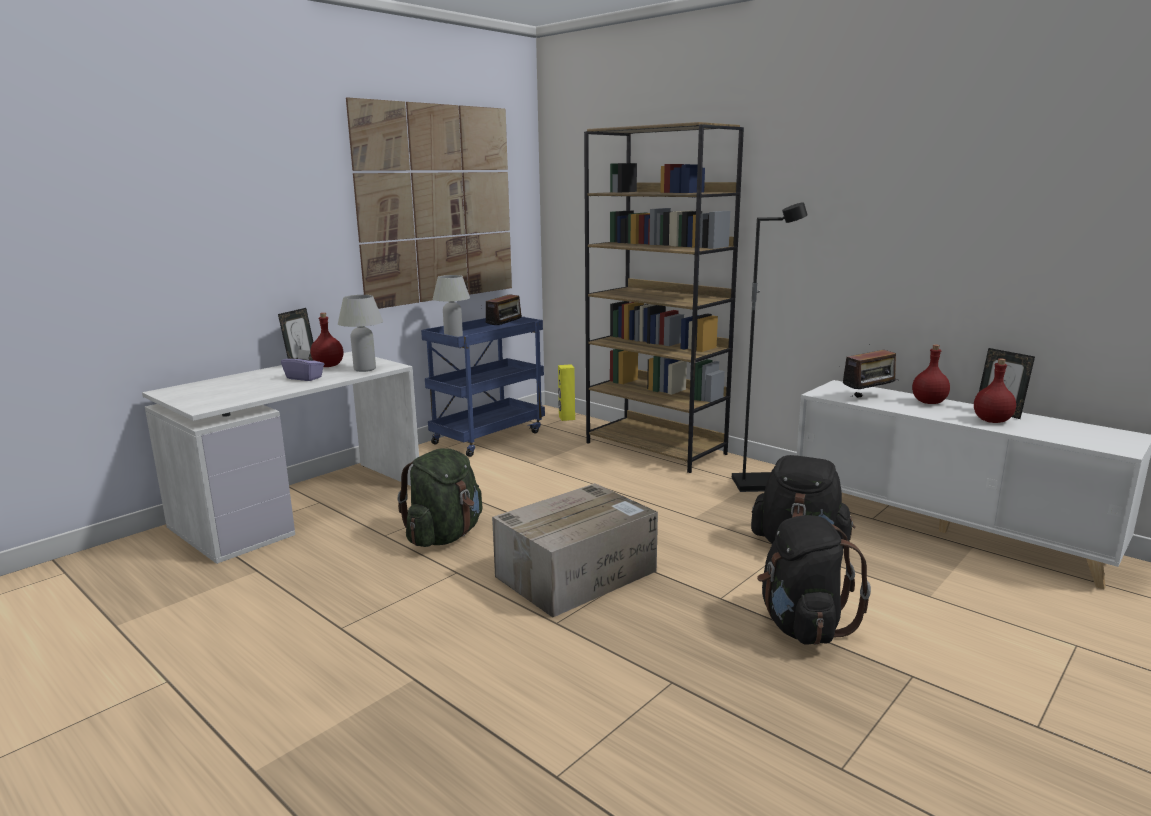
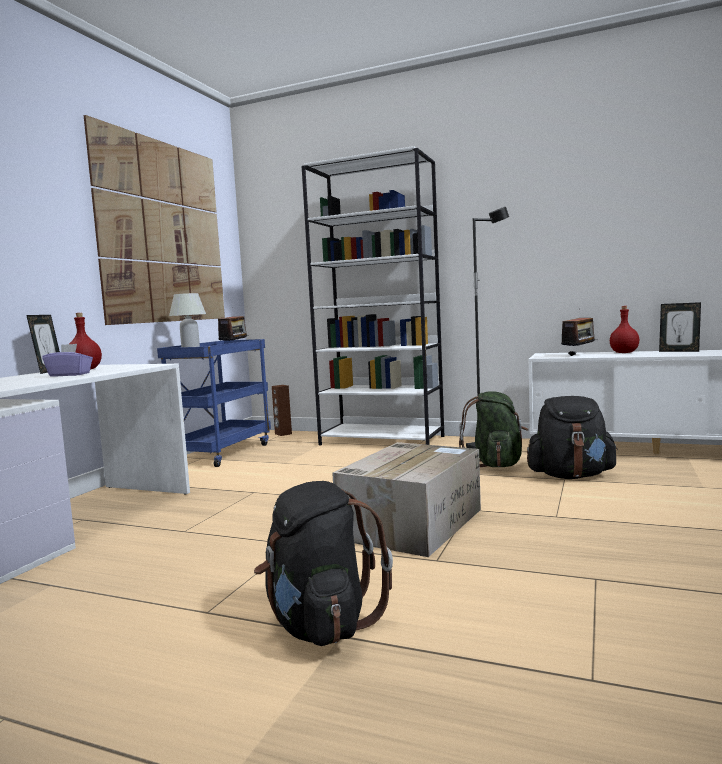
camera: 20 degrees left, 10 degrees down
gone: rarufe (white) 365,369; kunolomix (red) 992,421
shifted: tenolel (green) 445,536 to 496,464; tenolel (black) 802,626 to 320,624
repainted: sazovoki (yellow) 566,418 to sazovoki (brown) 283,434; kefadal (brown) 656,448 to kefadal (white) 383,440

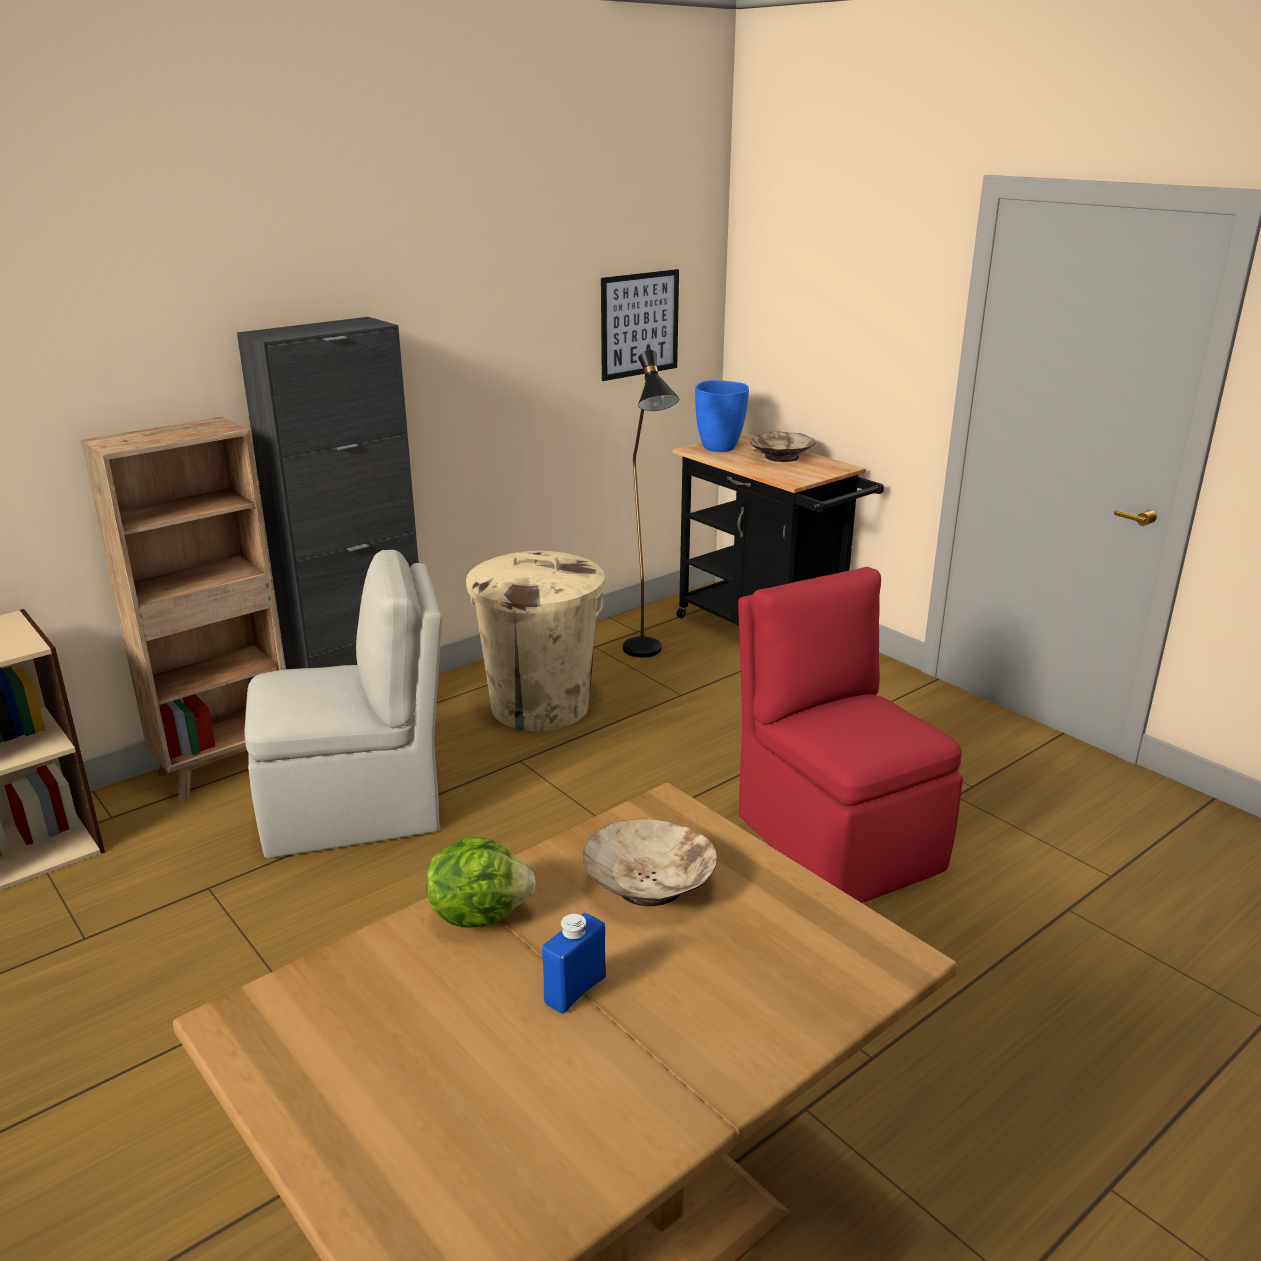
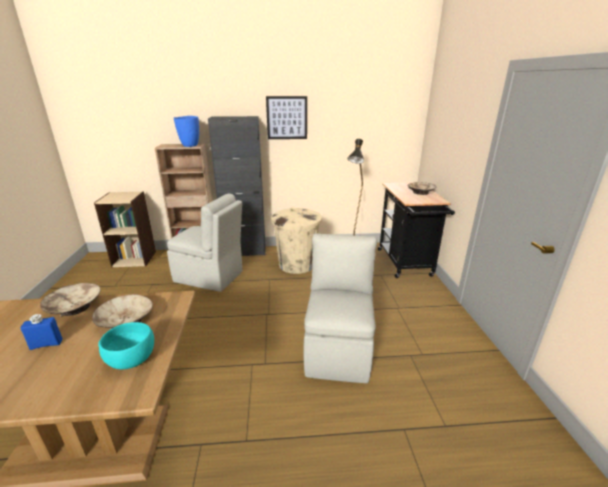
camera: 35 degrees right, 0 degrees up
new: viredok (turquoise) 131,360
shifted: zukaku 639,324 to 287,118; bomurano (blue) 720,448 to 190,145
swapped: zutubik 479,913 to viredok (beige) 74,307
repainted: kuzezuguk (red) 836,839 to kuzezuguk (beige) 338,350

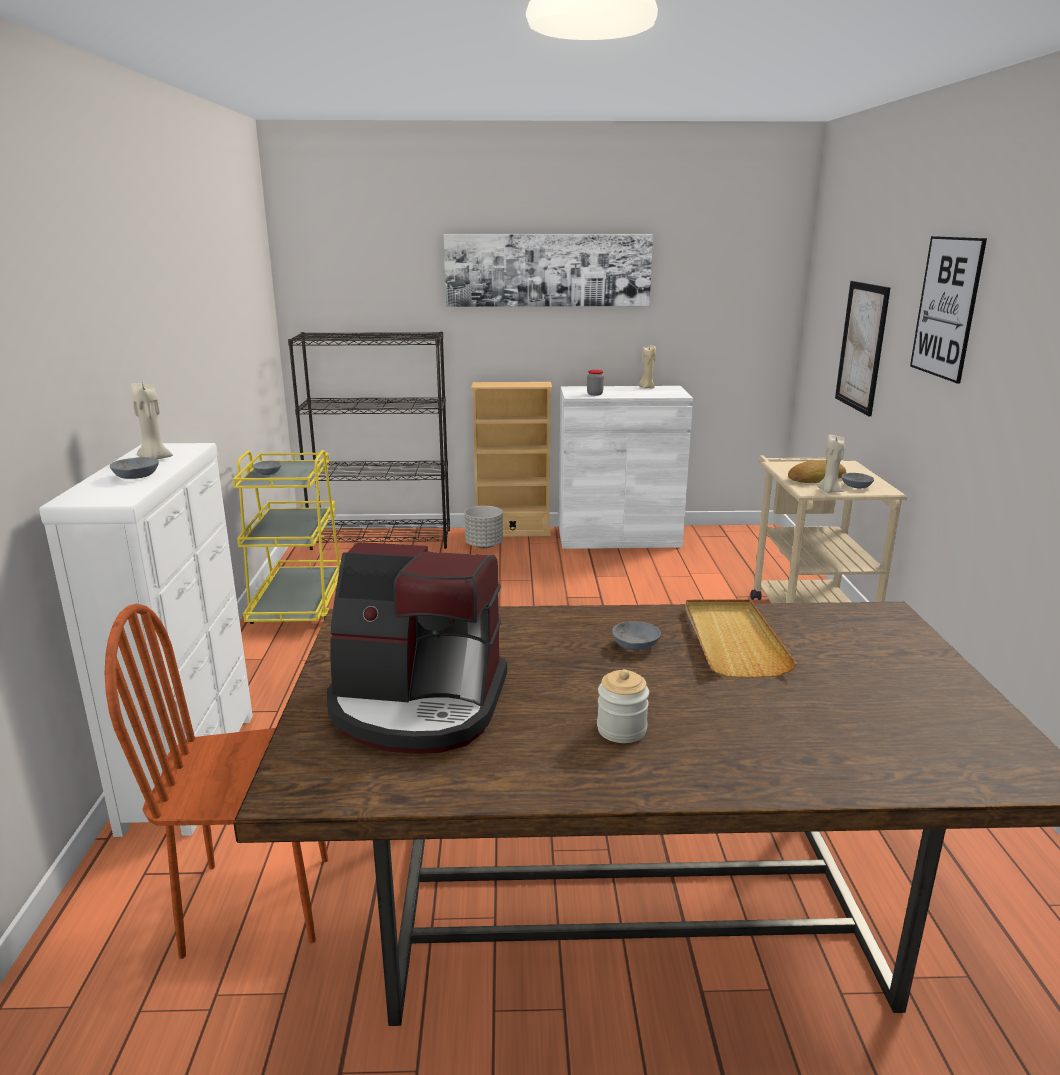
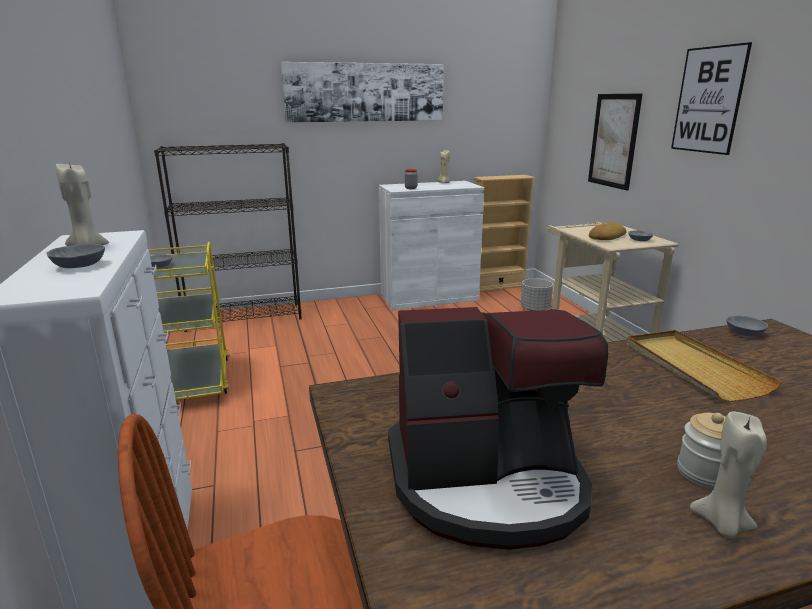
camera: 15 degrees left, 0 degrees up
shifted: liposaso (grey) 484,545 to 535,309; kefadal (beige) 512,532 to 497,286; viredok (grey) 635,646 to 745,333; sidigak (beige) 829,491 to 722,524

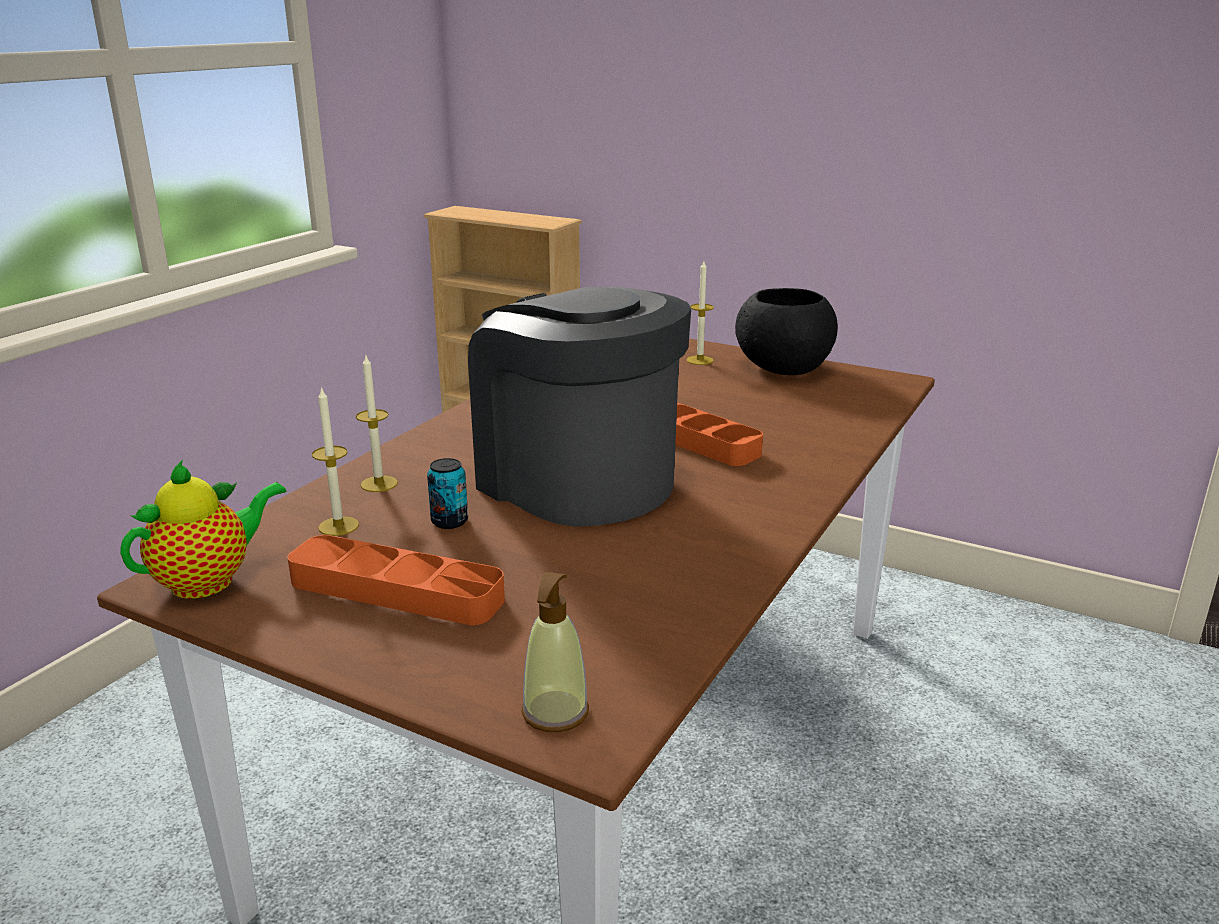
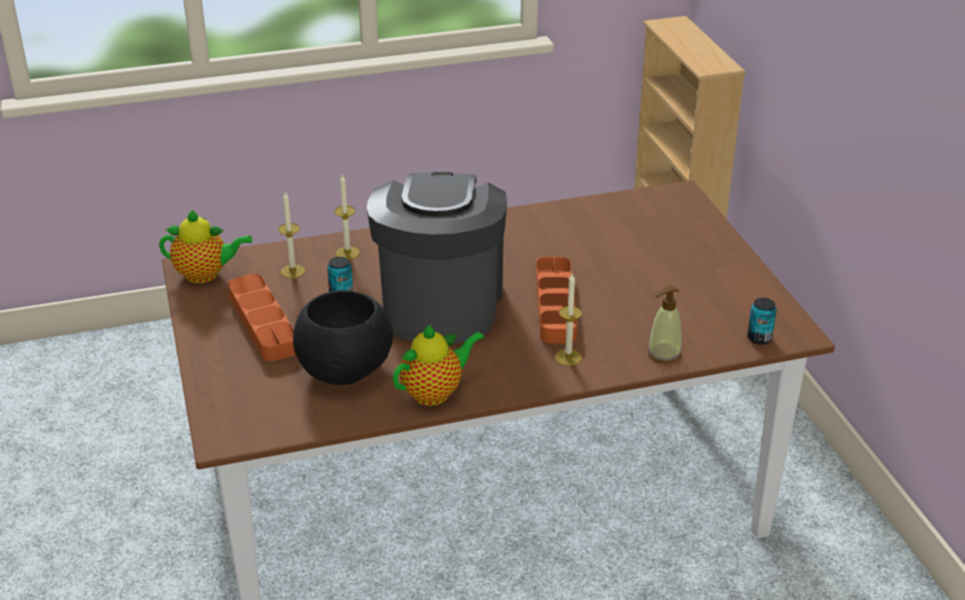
camera: 45 degrees right, 10 degrees up
new: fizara 435,392; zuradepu 759,338
shifted: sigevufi 555,712 to 664,353; sidigak 699,360 to 568,357; viredok (black) 782,367 to 346,367

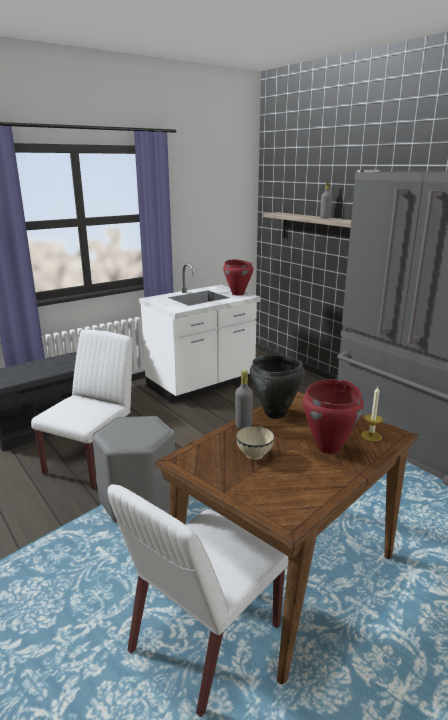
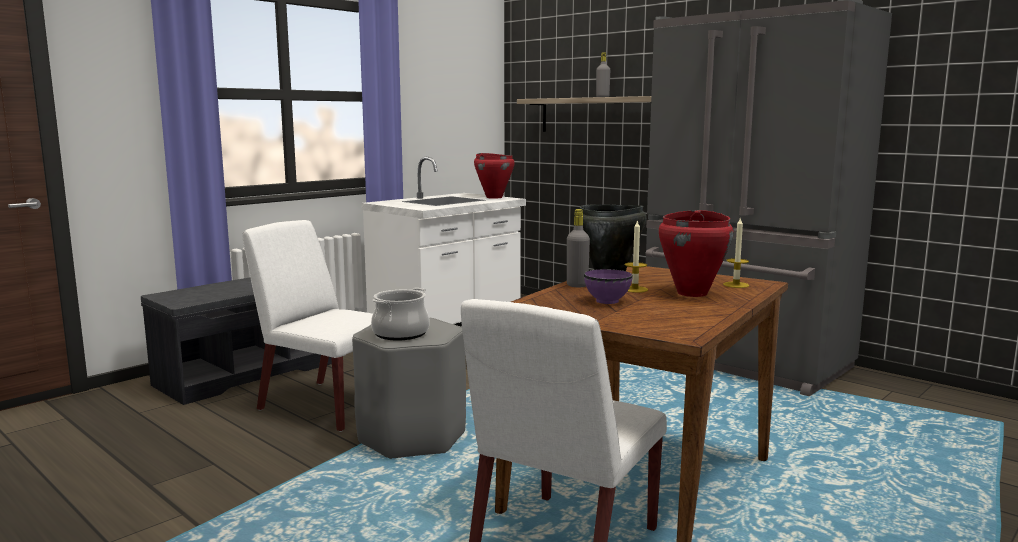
camera: 10 degrees left, 10 degrees down
new: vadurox 400,333; sidigak 634,289
repainted: viredok (beige) 255,454 to viredok (purple) 607,301
rotated: kuzezuguk (white) 94,461 = 328,405 75 degrees counterclockwise

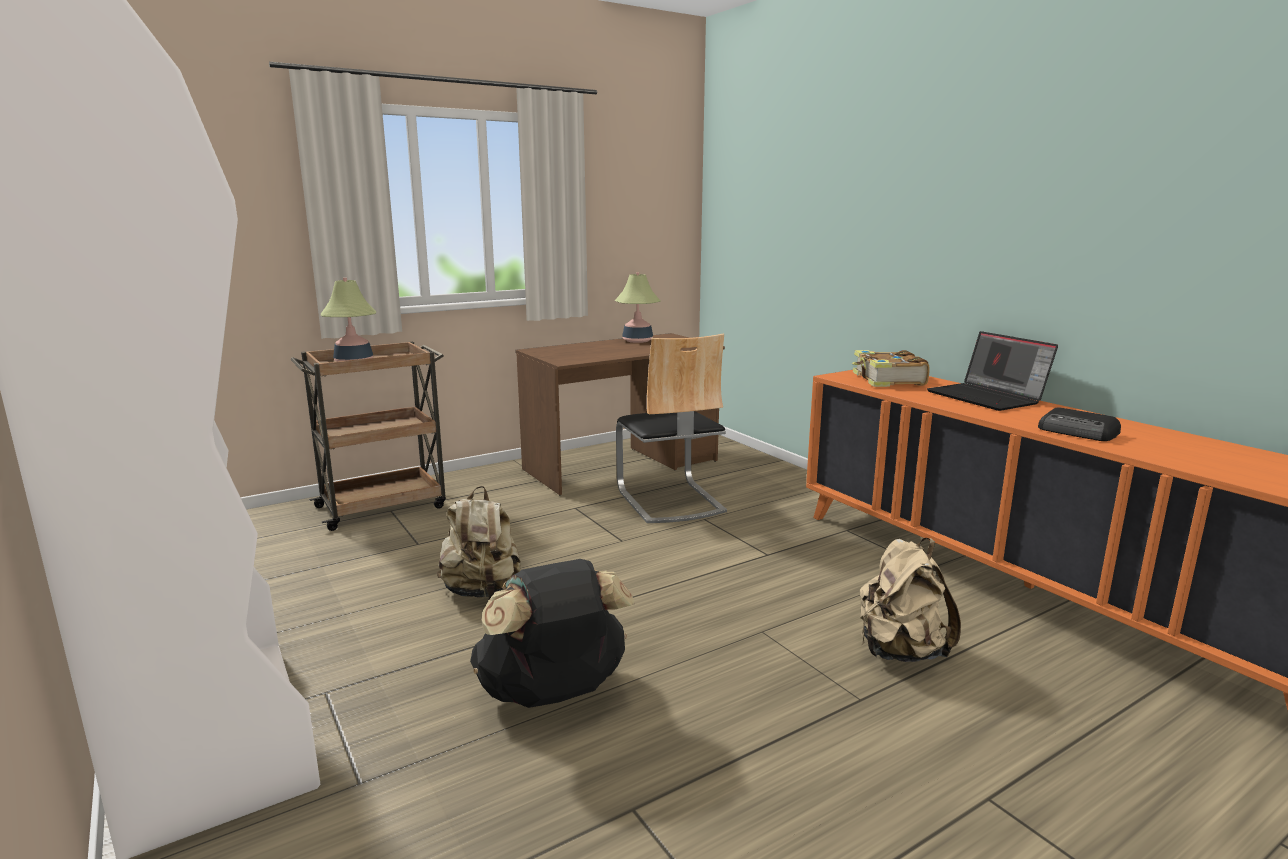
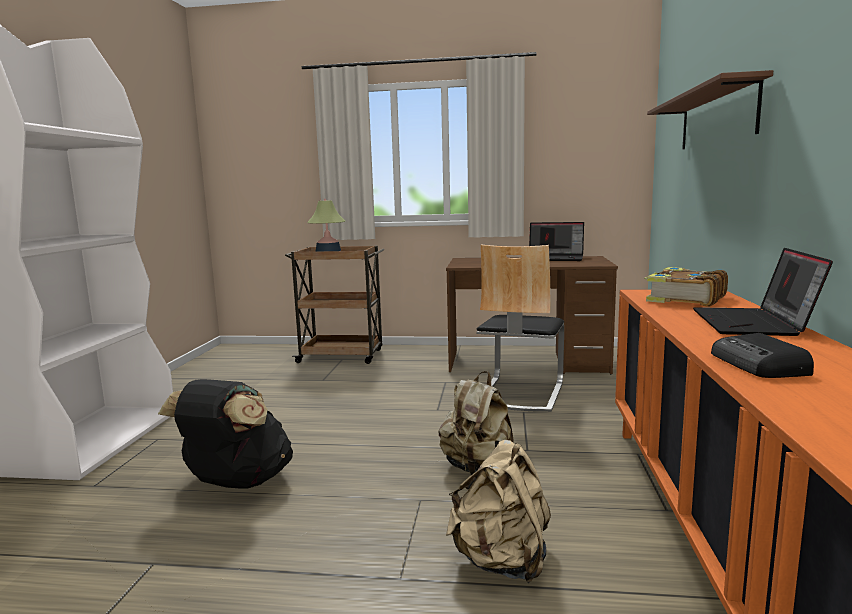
camera: 40 degrees right, 5 degrees down
new: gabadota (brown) 716,118
shifted: tenolel (beige) 482,591 to 477,468
swapped: rarufe 637,341 to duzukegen 555,258

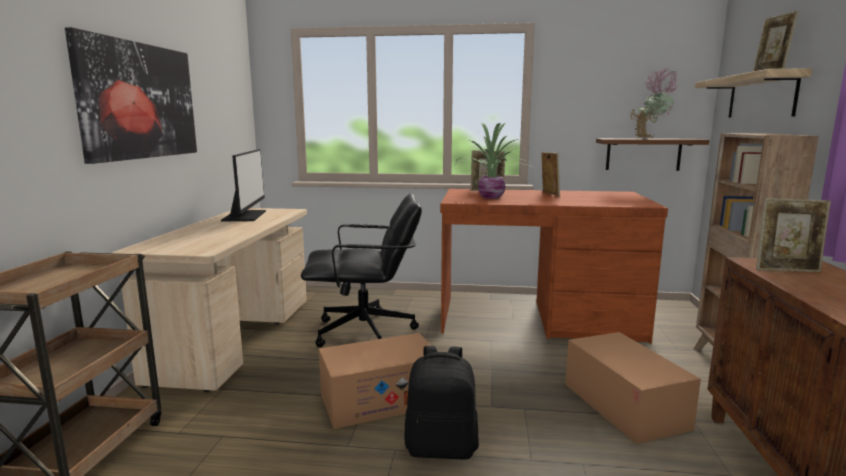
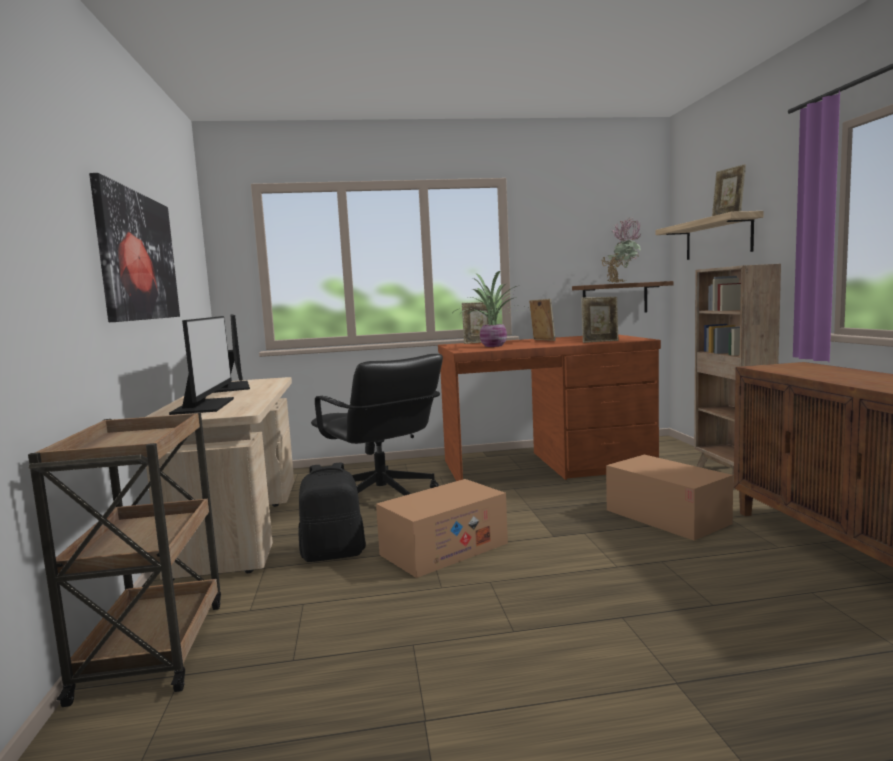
camera: 15 degrees left, 5 degrees down
new: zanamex 205,406
shifted: tenolel (black) 441,447 to 333,554; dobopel 787,270 to 600,341
rotated: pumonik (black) 366,332 = 382,499 75 degrees clockwise

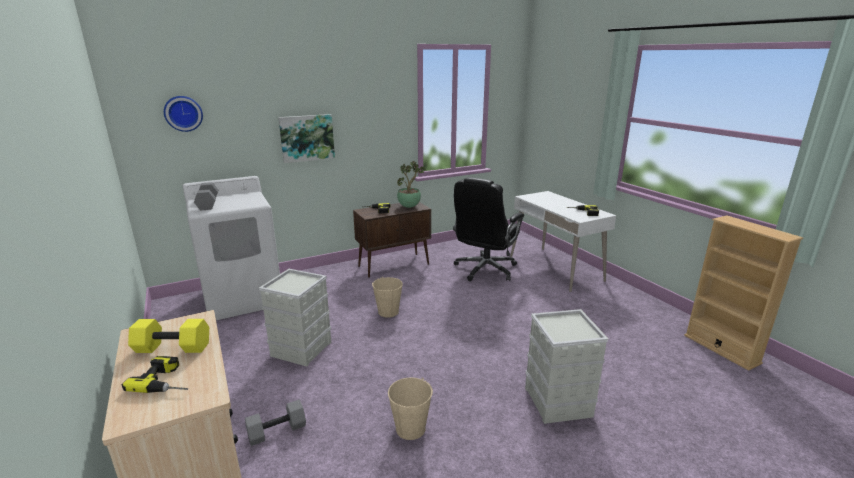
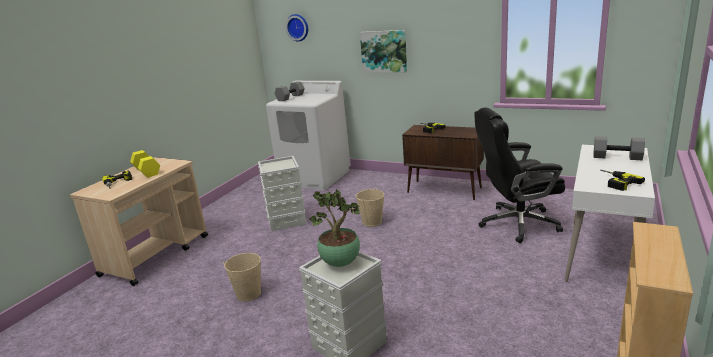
camera: 55 degrees right, 0 degrees up
shifted: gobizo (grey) 276,432 to 616,157; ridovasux 409,207 to 341,263

